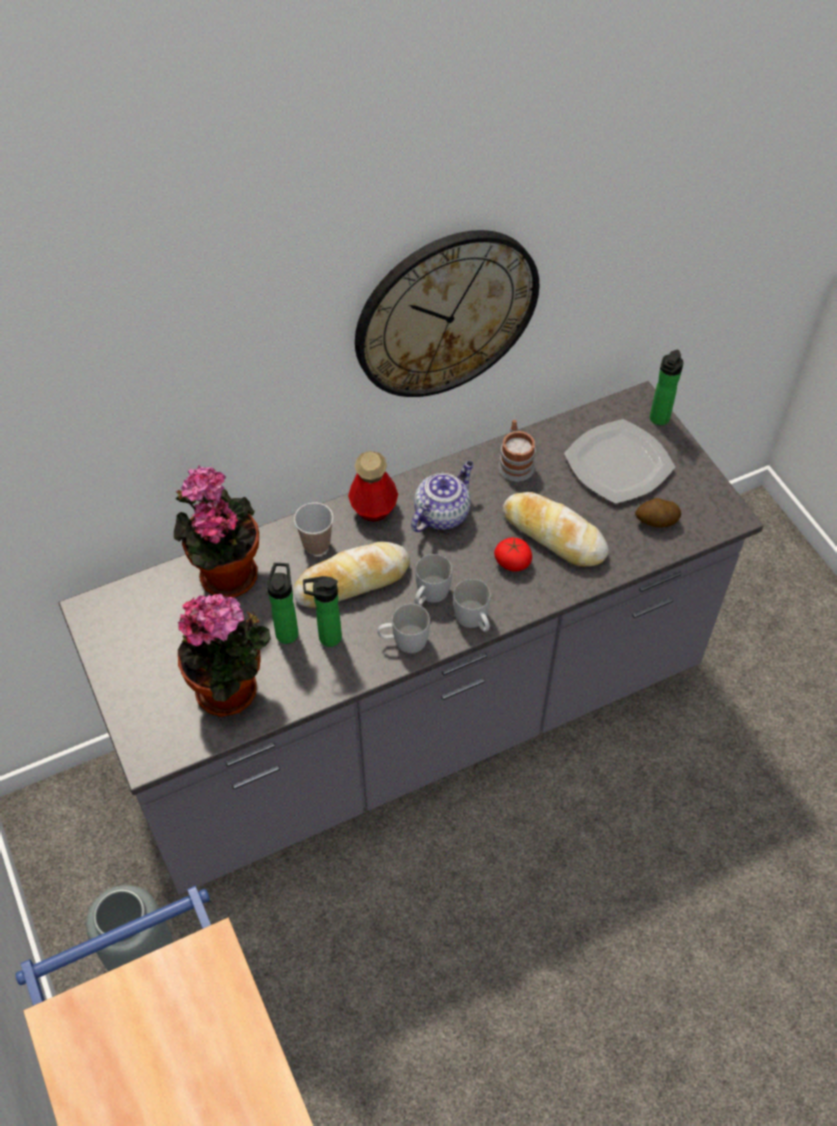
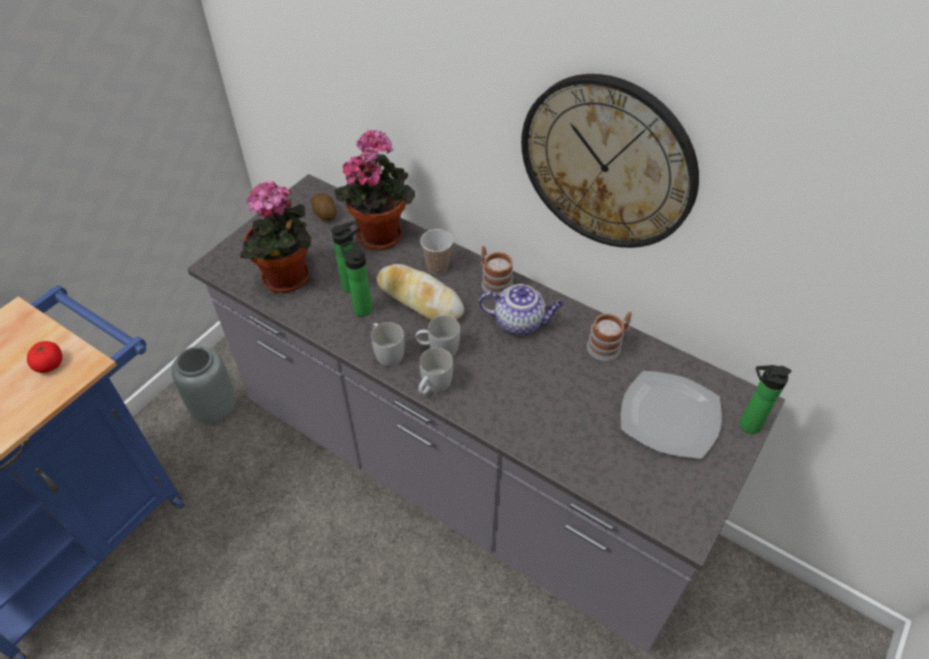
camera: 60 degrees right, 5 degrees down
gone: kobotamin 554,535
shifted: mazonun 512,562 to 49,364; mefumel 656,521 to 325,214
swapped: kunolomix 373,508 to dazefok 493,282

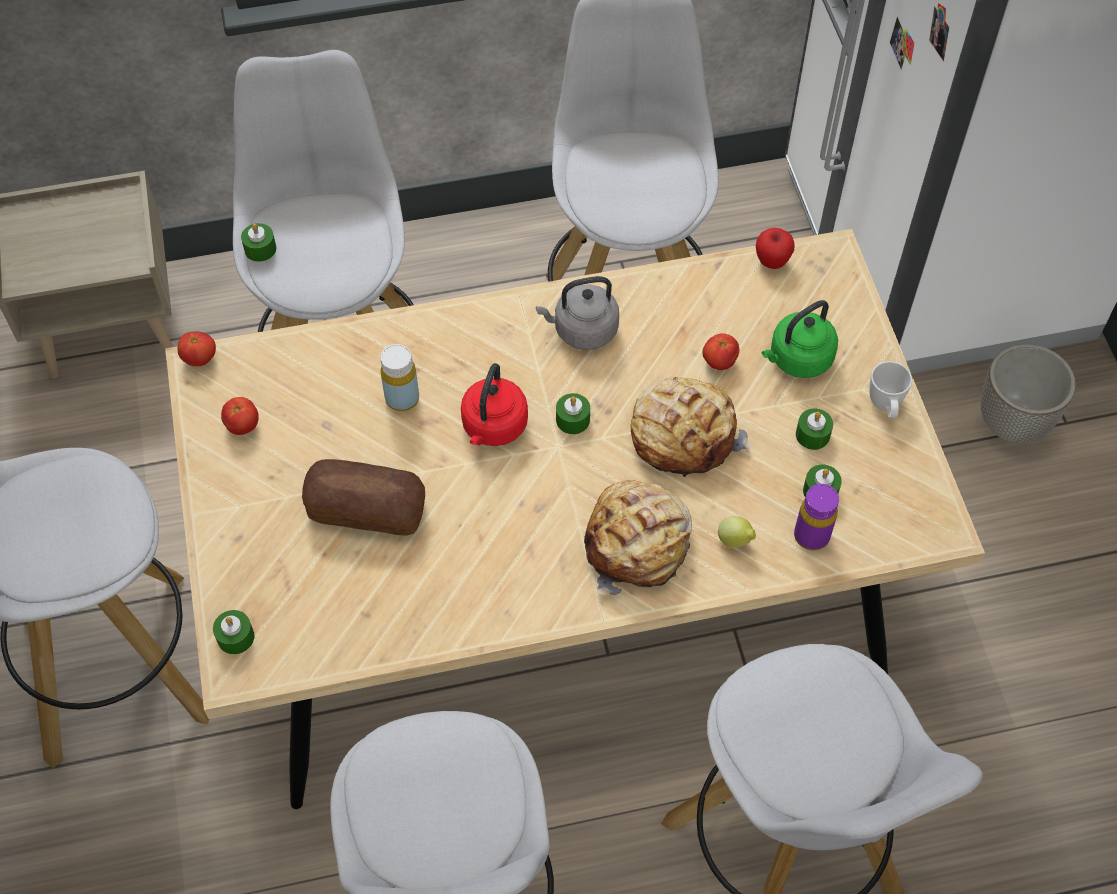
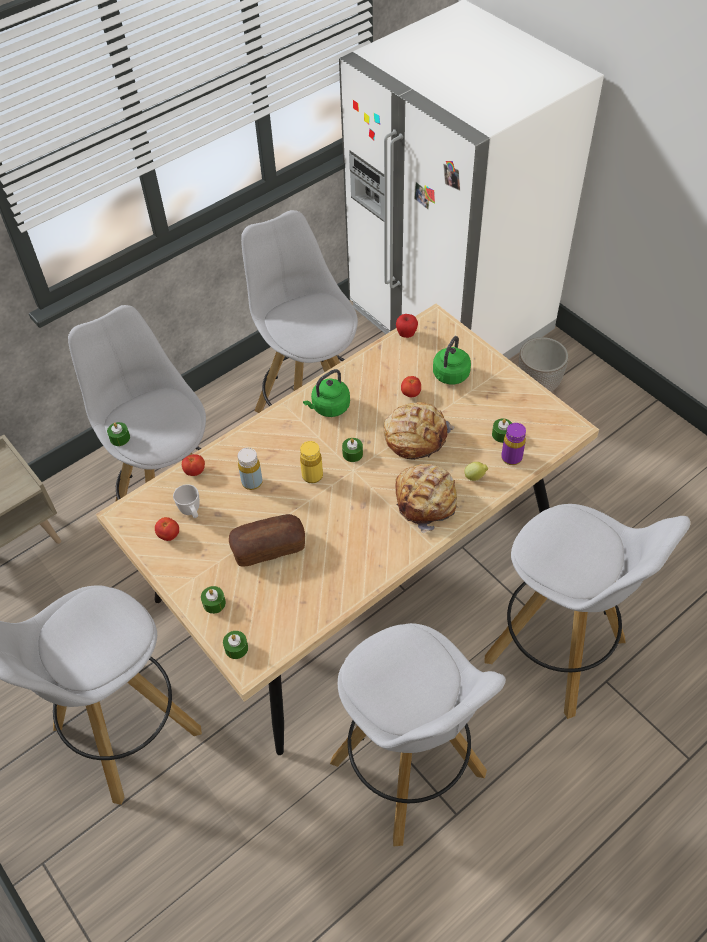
camera: 25 degrees left, 5 degrees down
shifted: mazonun 200,359 to 195,471; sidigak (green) 812,435 to 214,603; dazefok (white) 885,407 to 192,512
swapped: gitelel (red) 493,427 to kunolomix (yellow) 312,476
repainted: gitelel (grey) 582,330 to gitelel (green) 329,407

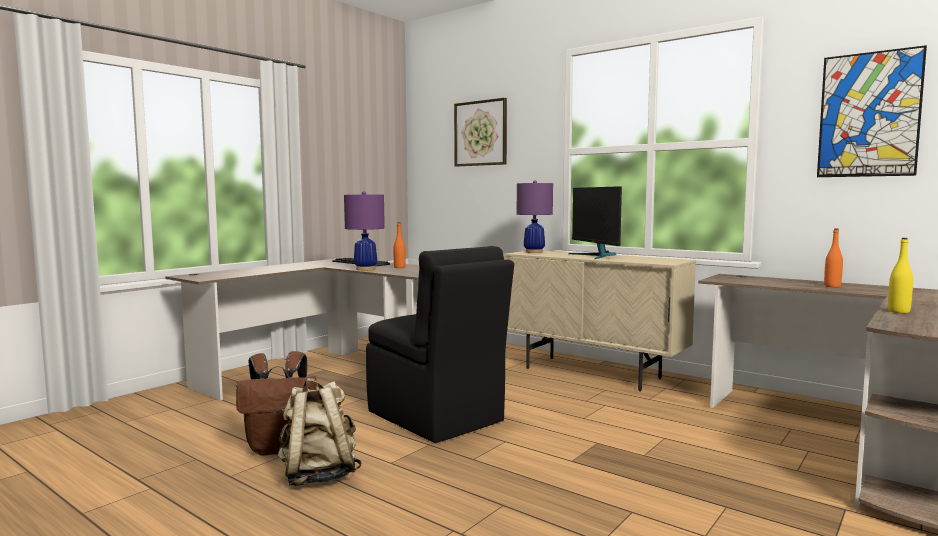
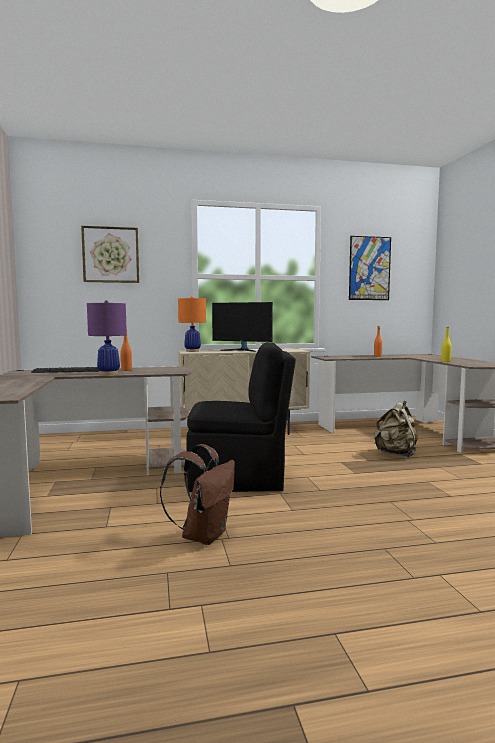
camera: 50 degrees left, 0 degrees up
shifted: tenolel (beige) 318,476 to 396,454
repainted: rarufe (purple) 534,252 to rarufe (orange) 192,351

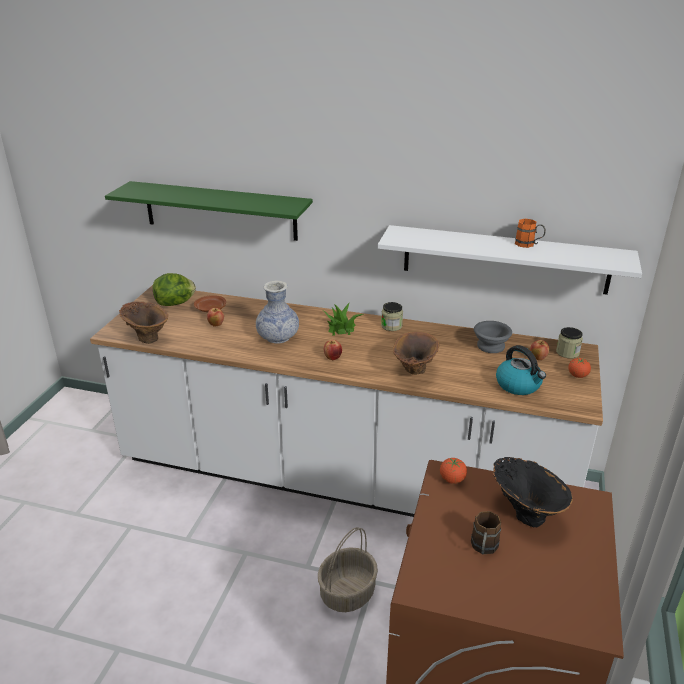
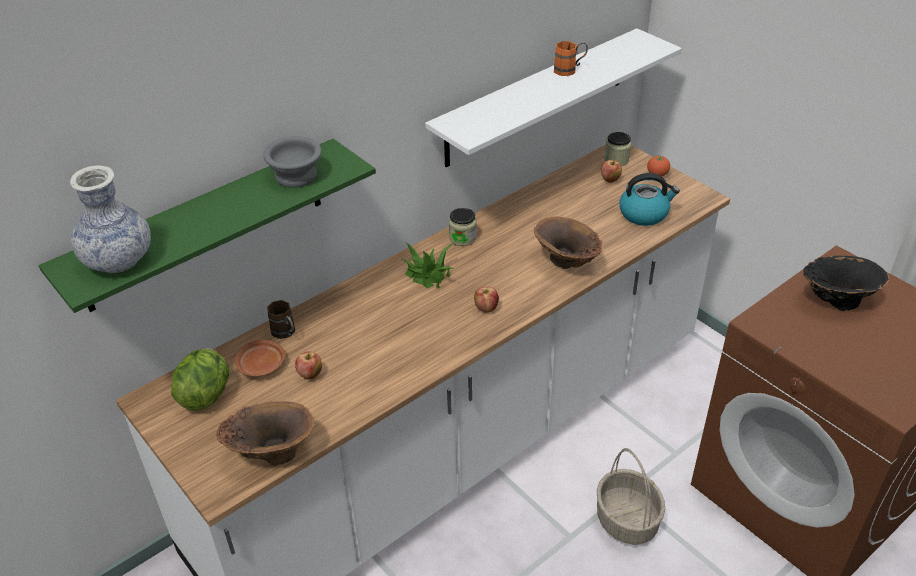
camera: 55 degrees left, 10 degrees up
gone: mazonun 452,480
shifted: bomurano 278,337 to 118,260; dazefok (brown) 483,549 to 286,333; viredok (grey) 489,346 to 295,177

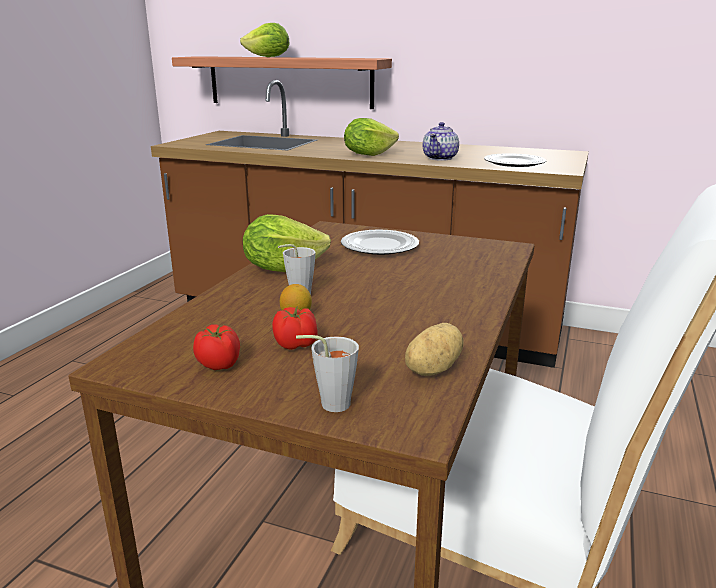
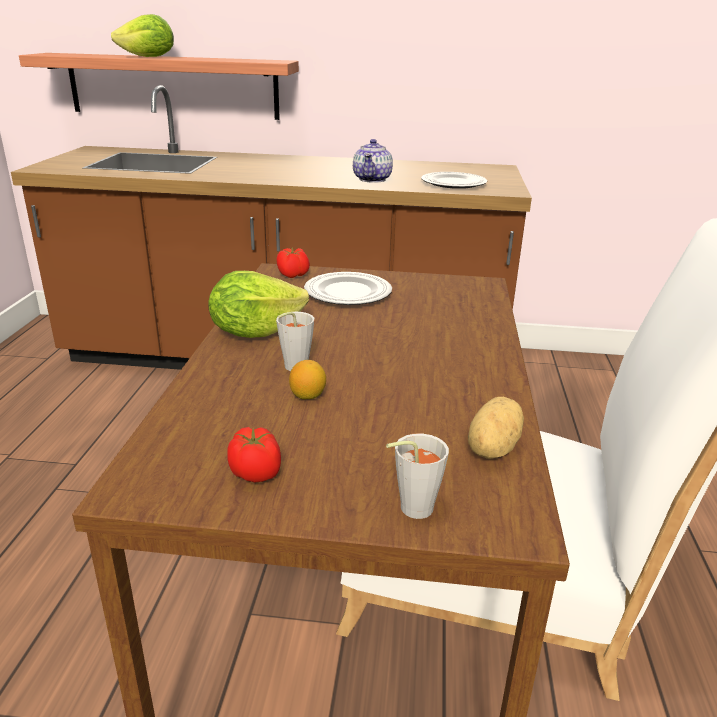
camera: 15 degrees left, 5 degrees up
gone: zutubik 368,154
shifted: mazonun 296,345 to 293,275

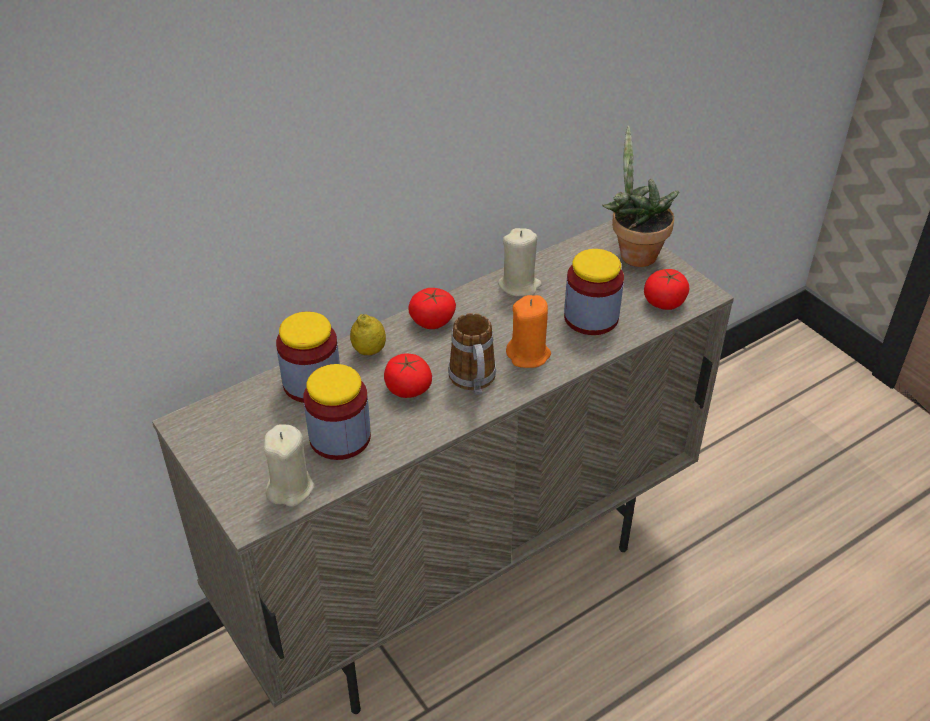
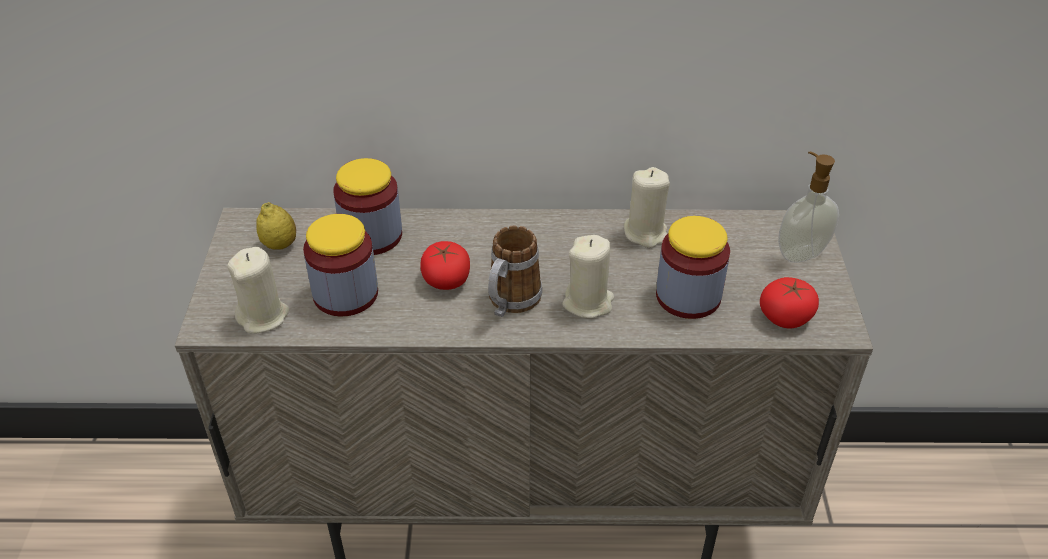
camera: 35 degrees right, 0 degrees up
gone: mazonun 432,320
shifted: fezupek 369,350 to 279,245
swapped: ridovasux 633,253 to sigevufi 800,253
repainted: sidigak (orange) 528,354 to sidigak (beige) 588,302

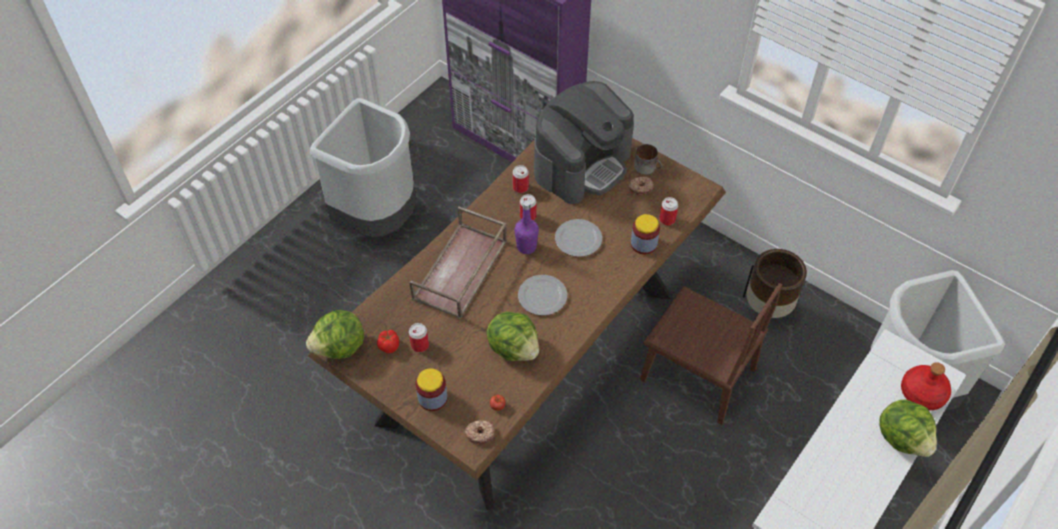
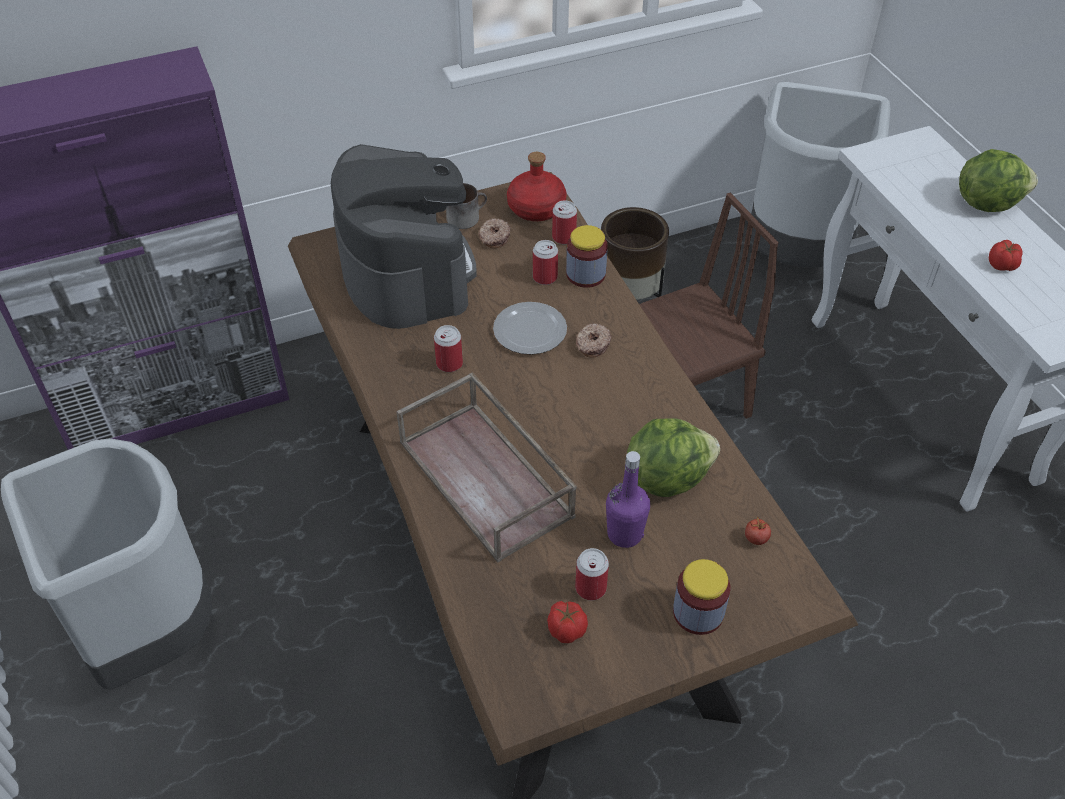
camera: 60 degrees left, 5 degrees down
gone: zutubik 340,348; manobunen 543,296
new: mazonun 1002,265
shifted: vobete 480,433 to 592,344; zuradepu 520,187 to 545,277; kunolomix (purple) 526,247 to 624,534; kunolomix (red) 922,393 to 535,208

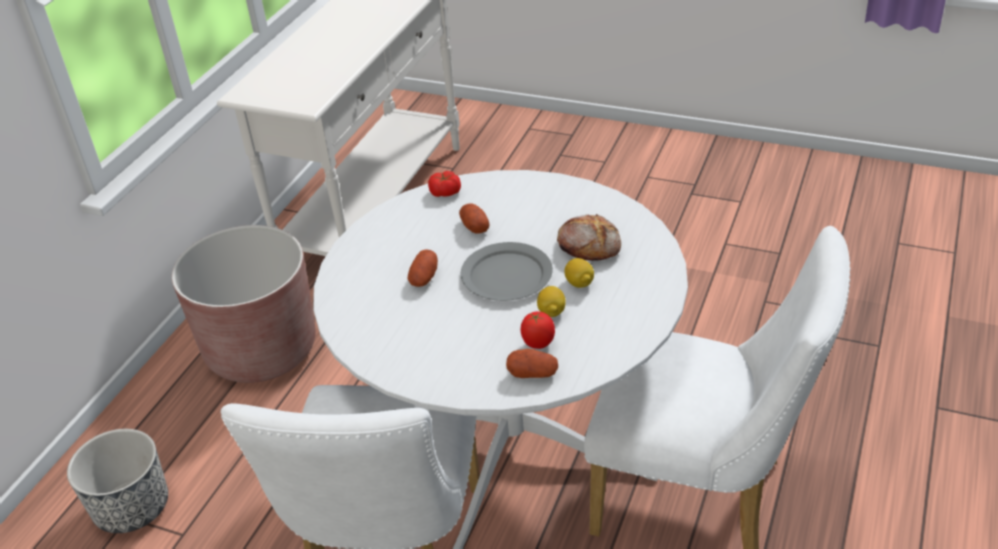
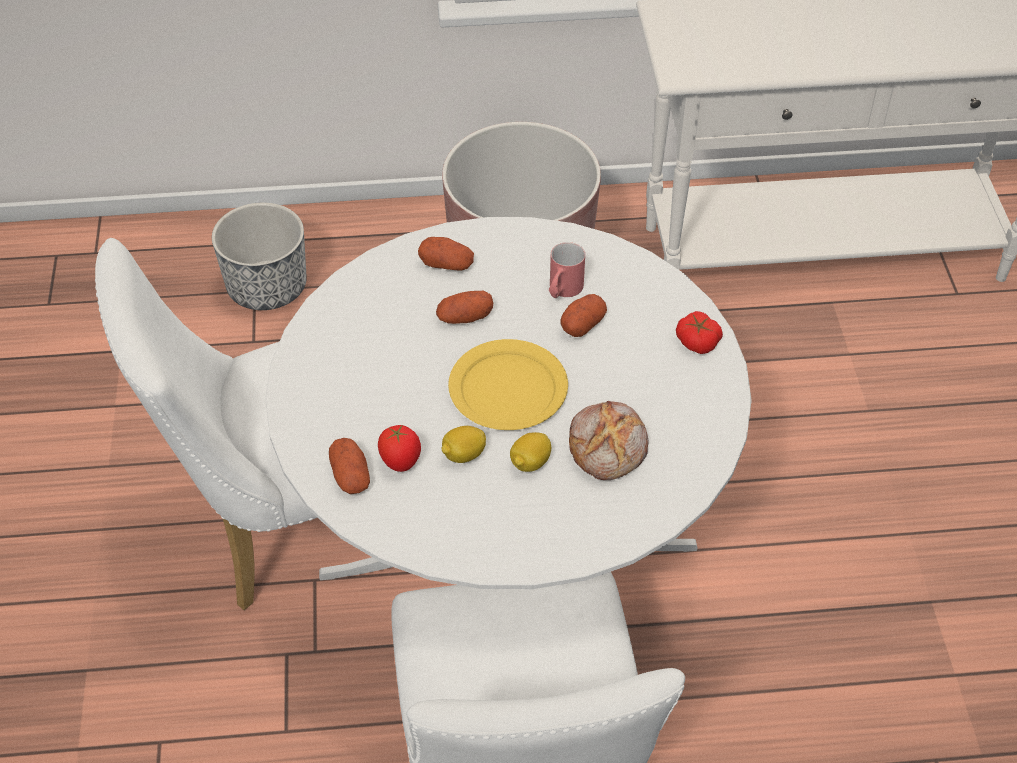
camera: 60 degrees right, 10 degrees up
new: mefumel 446,264; dazefok (red) 562,291
shifted: mazonun 445,192 to 697,341
repainted: manobunen (grey) 507,276 to manobunen (yellow) 507,389

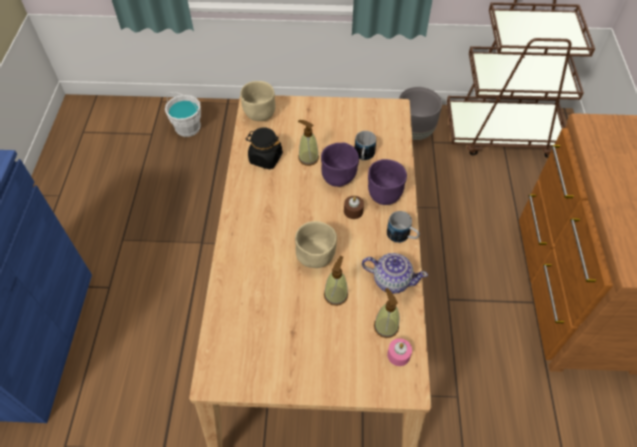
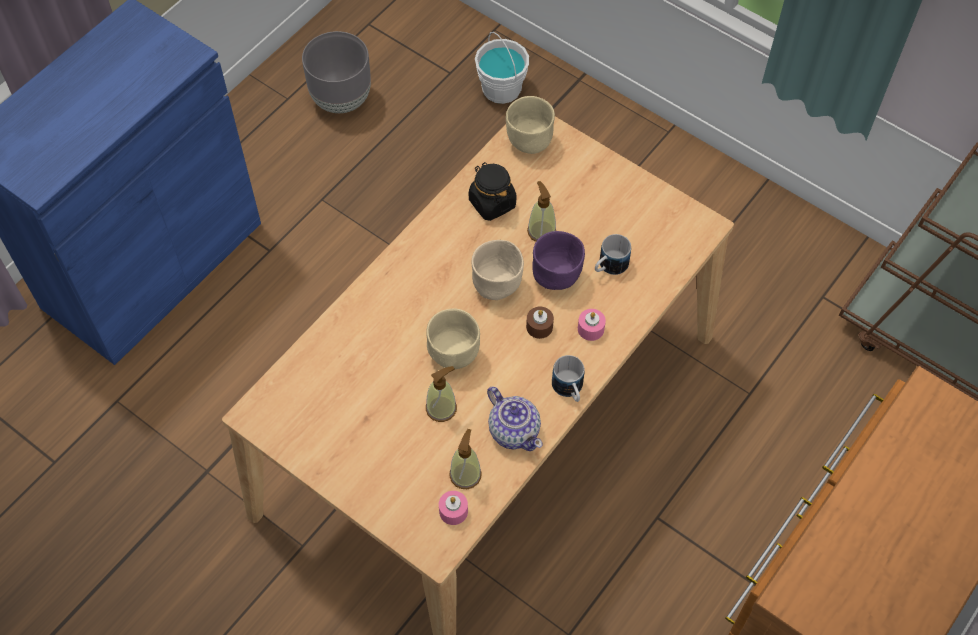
camera: 35 degrees right, 5 degrees up
new: viredok (beige) 498,285
shifted: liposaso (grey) 414,132 to 341,99
swapped: viredok (purple) 383,195 to sidigak (pink) 590,329

